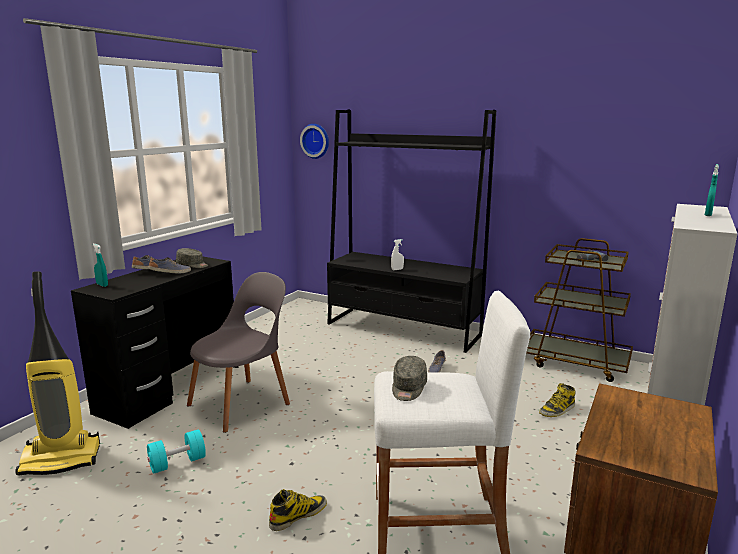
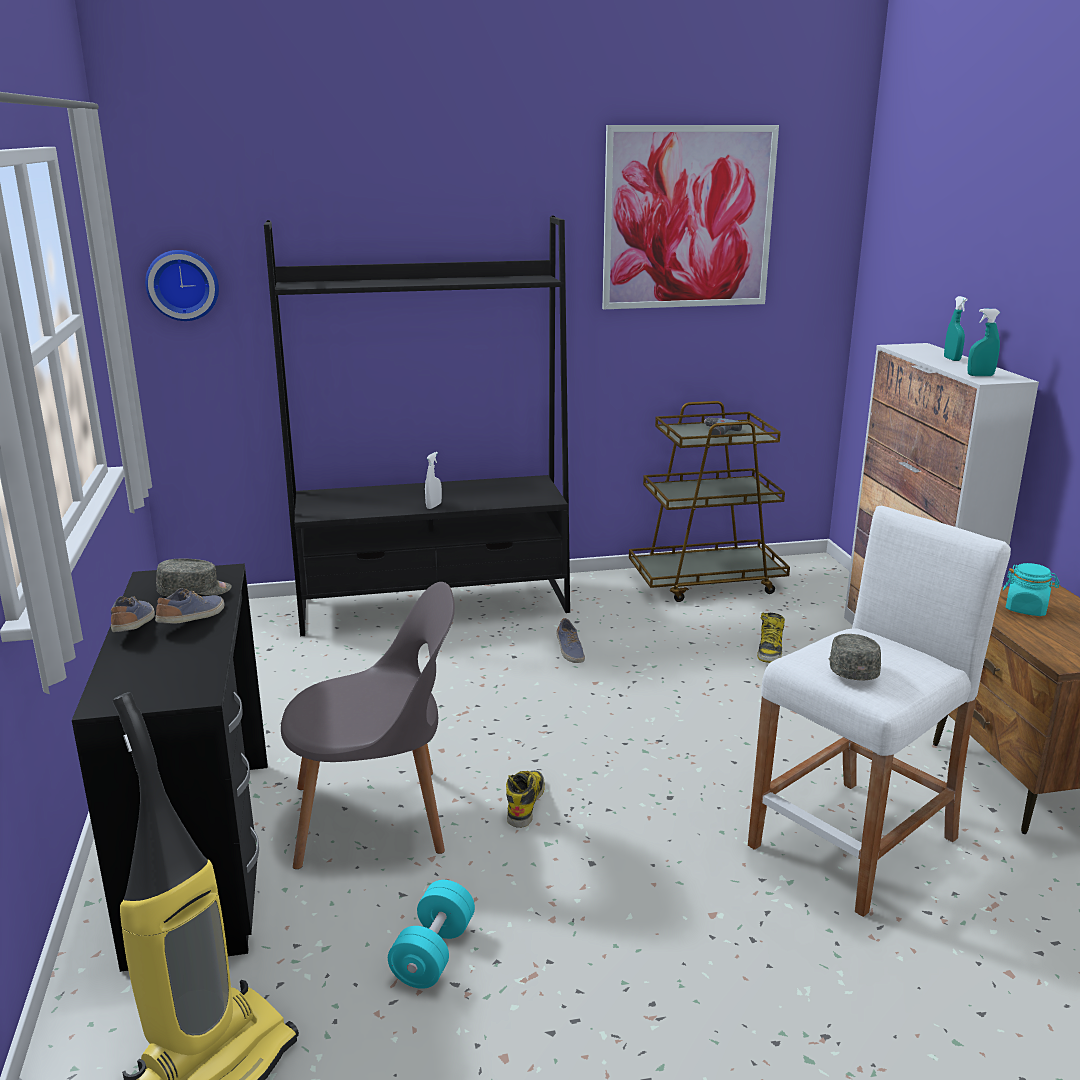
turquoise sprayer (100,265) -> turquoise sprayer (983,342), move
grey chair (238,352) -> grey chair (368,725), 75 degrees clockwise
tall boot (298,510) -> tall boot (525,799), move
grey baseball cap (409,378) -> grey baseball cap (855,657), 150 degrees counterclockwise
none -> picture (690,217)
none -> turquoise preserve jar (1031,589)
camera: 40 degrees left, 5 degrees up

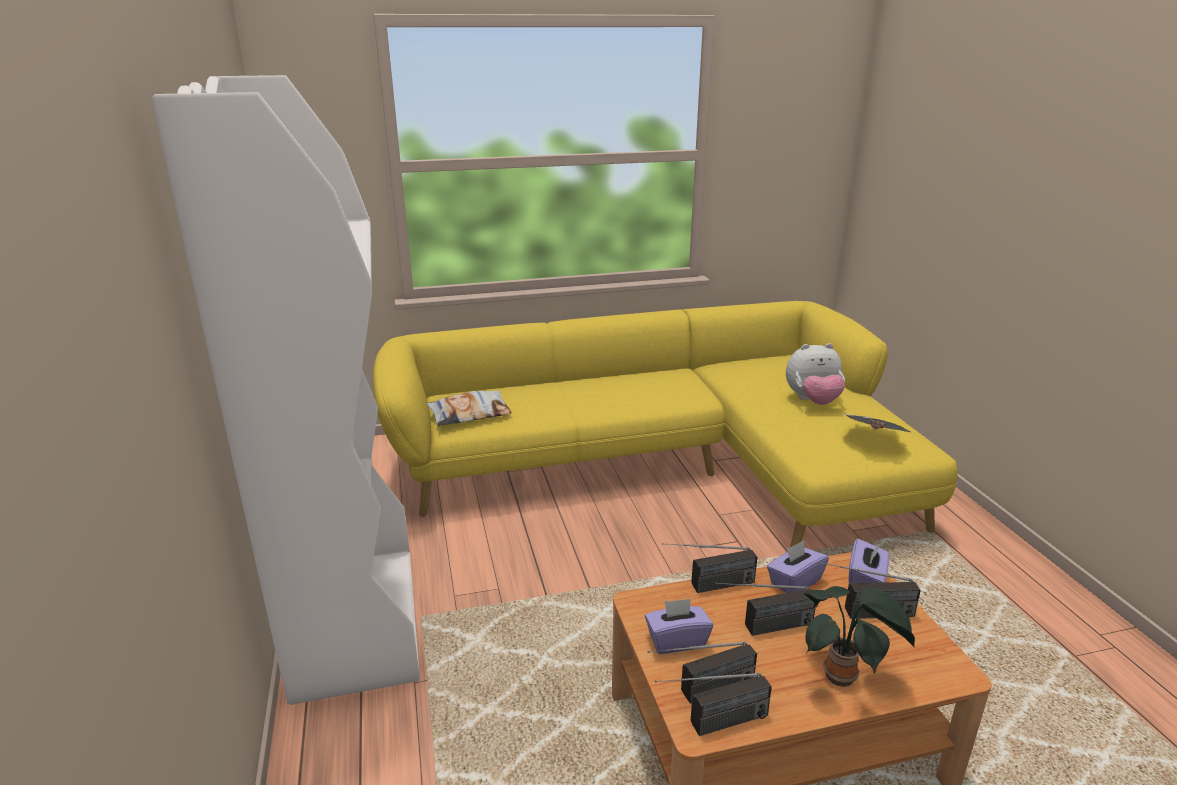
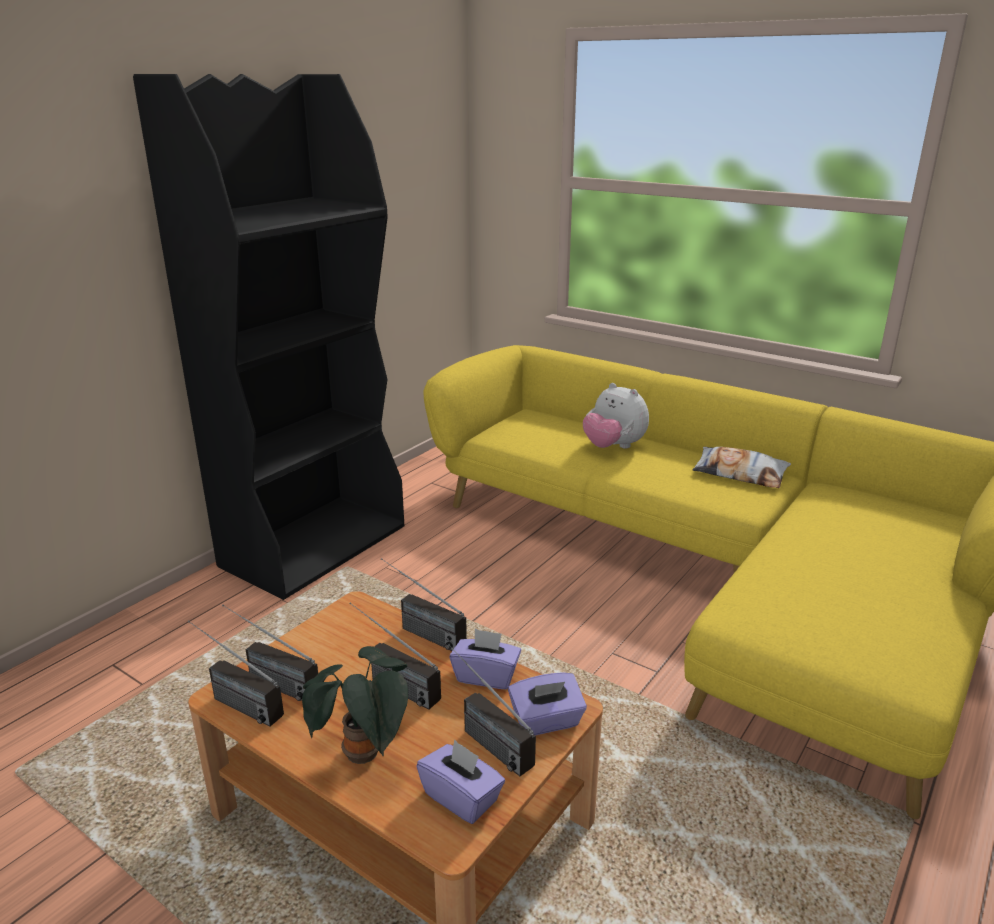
whitish bookcase (285,390) -> black bookcase (268,337)
pillow (469,408) -> pillow (741,467), move
purplish tissue box (679,626) -> purplish tissue box (460,781), move
plush toy (815,374) -> plush toy (616,416), move
printed paper (876,422) -> none
camera: 50 degrees right, 0 degrees up

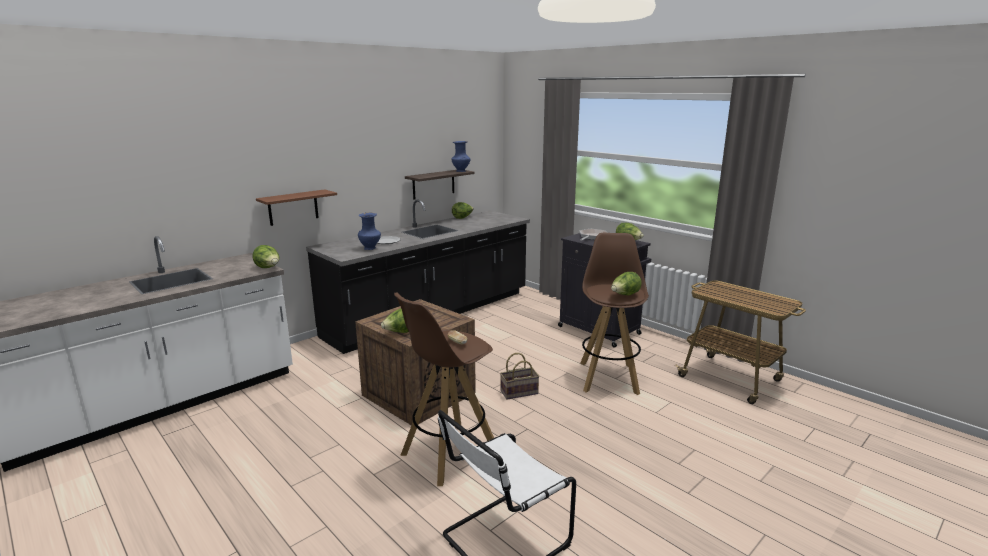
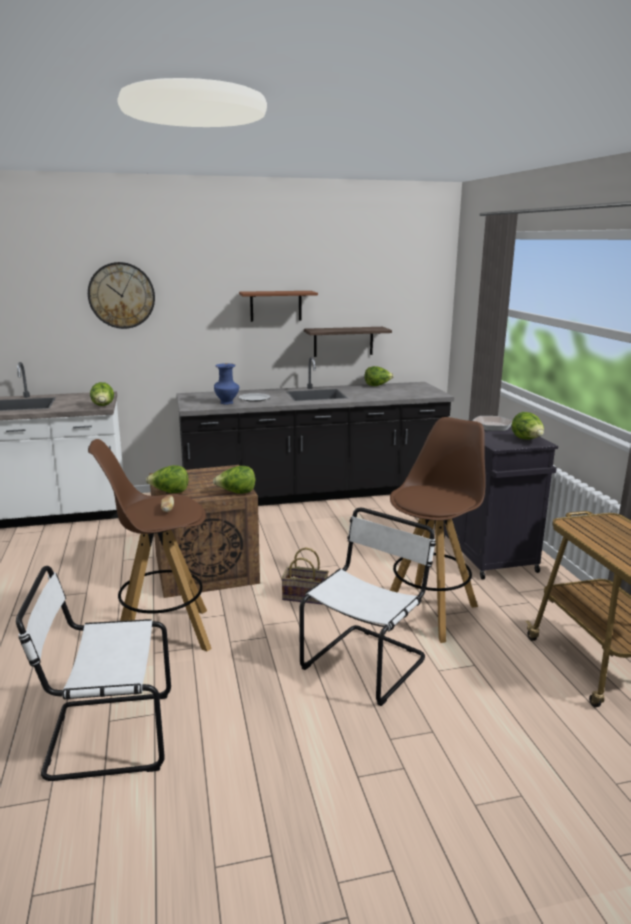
brown-coloured wall shelf (296,207) -> brown-coloured wall shelf (278,306), move
blue-coloured vase (460,156) -> none
head of lettuce (626,283) -> head of lettuce (234,480), move
none -> wall clock (121,295)
none -> whitish chair (367,607)
camera: 30 degrees right, 0 degrees up

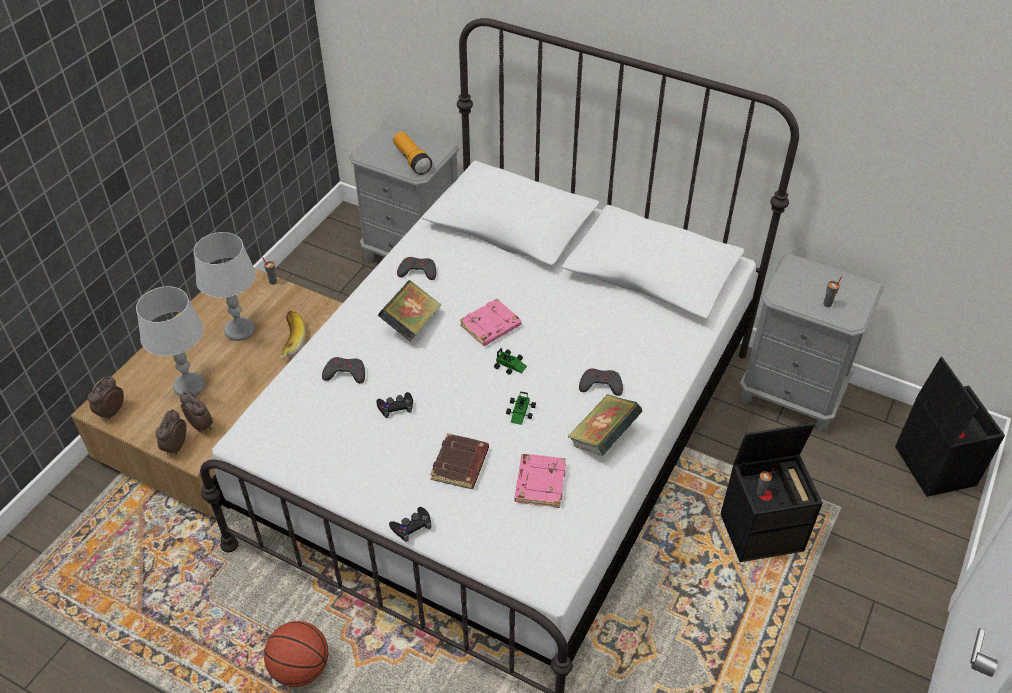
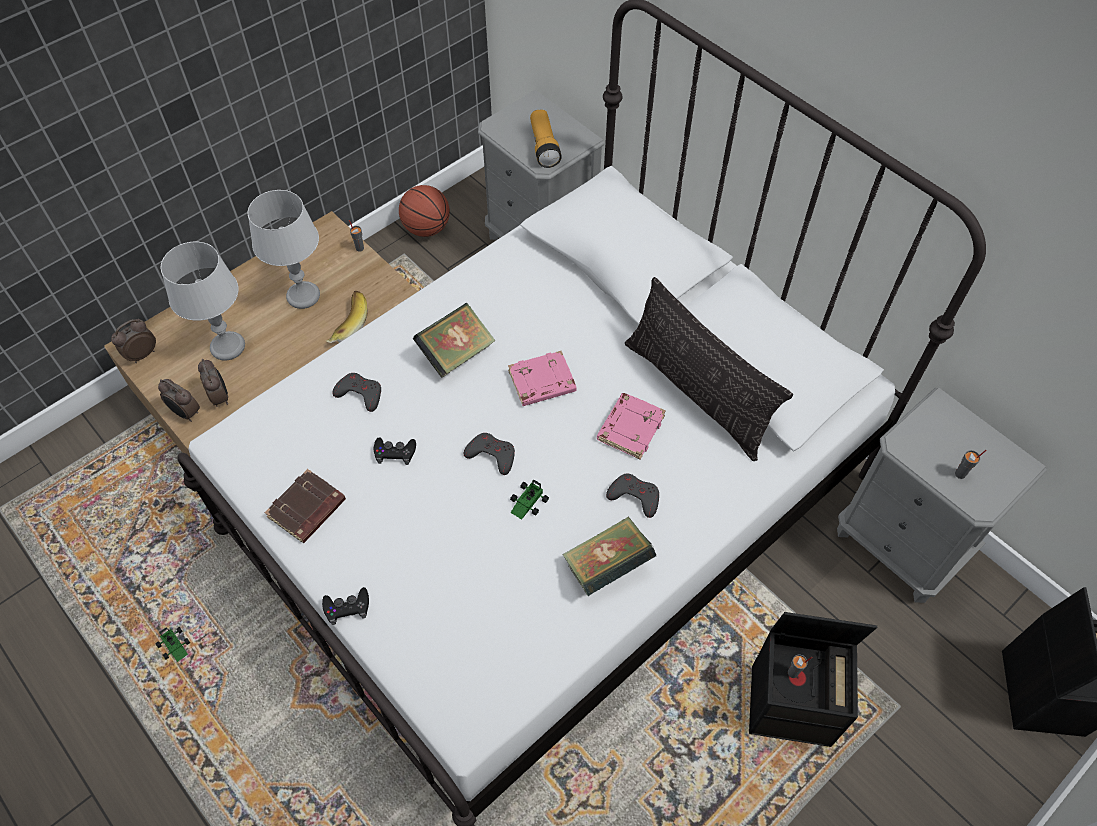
bedside clock (171,432) -> bedside clock (179,400), 90 degrees counterclockwise
basketball (296,654) -> basketball (424,211), move
grey joypad (416,268) -> grey joypad (489,454), move
brown-coloured volume (459,461) -> brown-coloured volume (305,506), move
miniature car (510,361) -> miniature car (172,644), move
pink volume (540,481) -> pink volume (631,426), move
none -> pillow (709,369)
camera: 20 degrees right, 10 degrees up

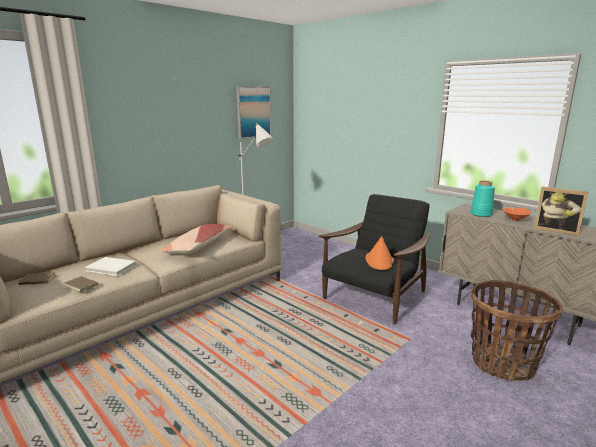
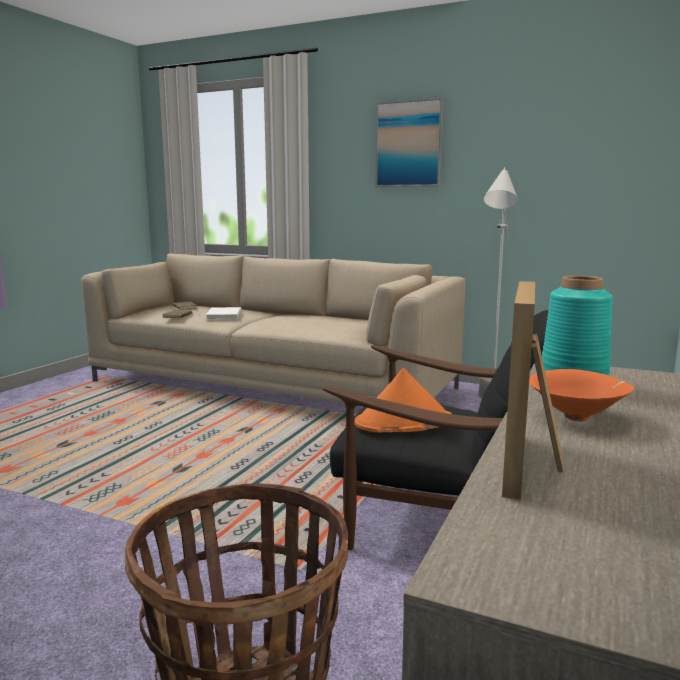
pillow (196,239) -> none
picture (253,112) -> picture (409,142), move
camera: 70 degrees right, 5 degrees down

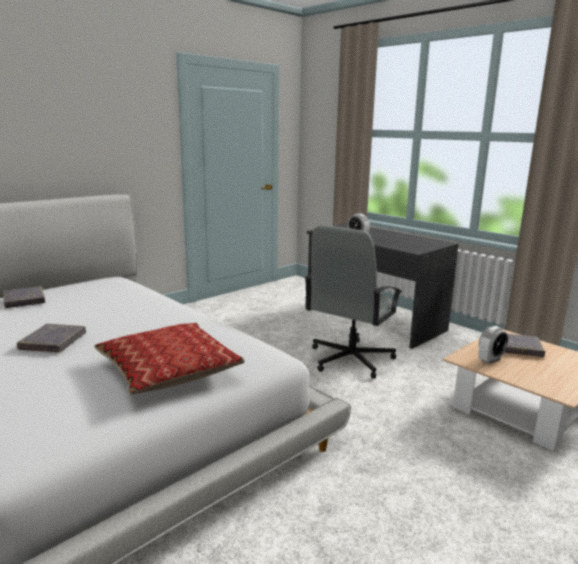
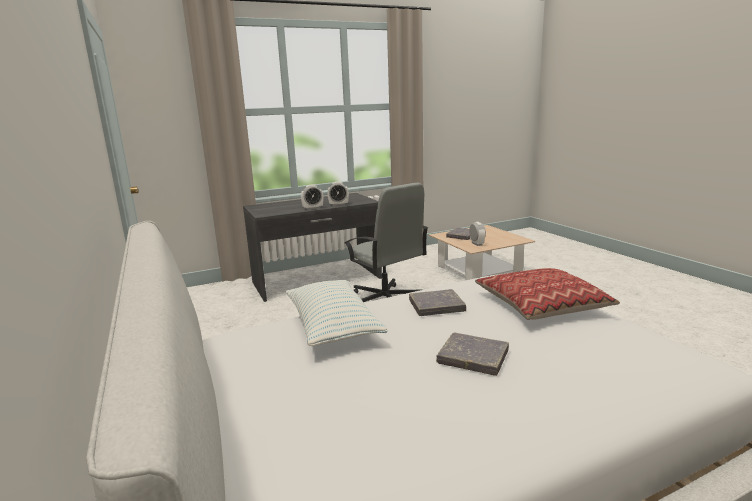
grey volume (24,297) -> grey volume (437,302), move
none -> pillow (337,313)
none -> bedside clock (338,194)
camera: 70 degrees left, 0 degrees up

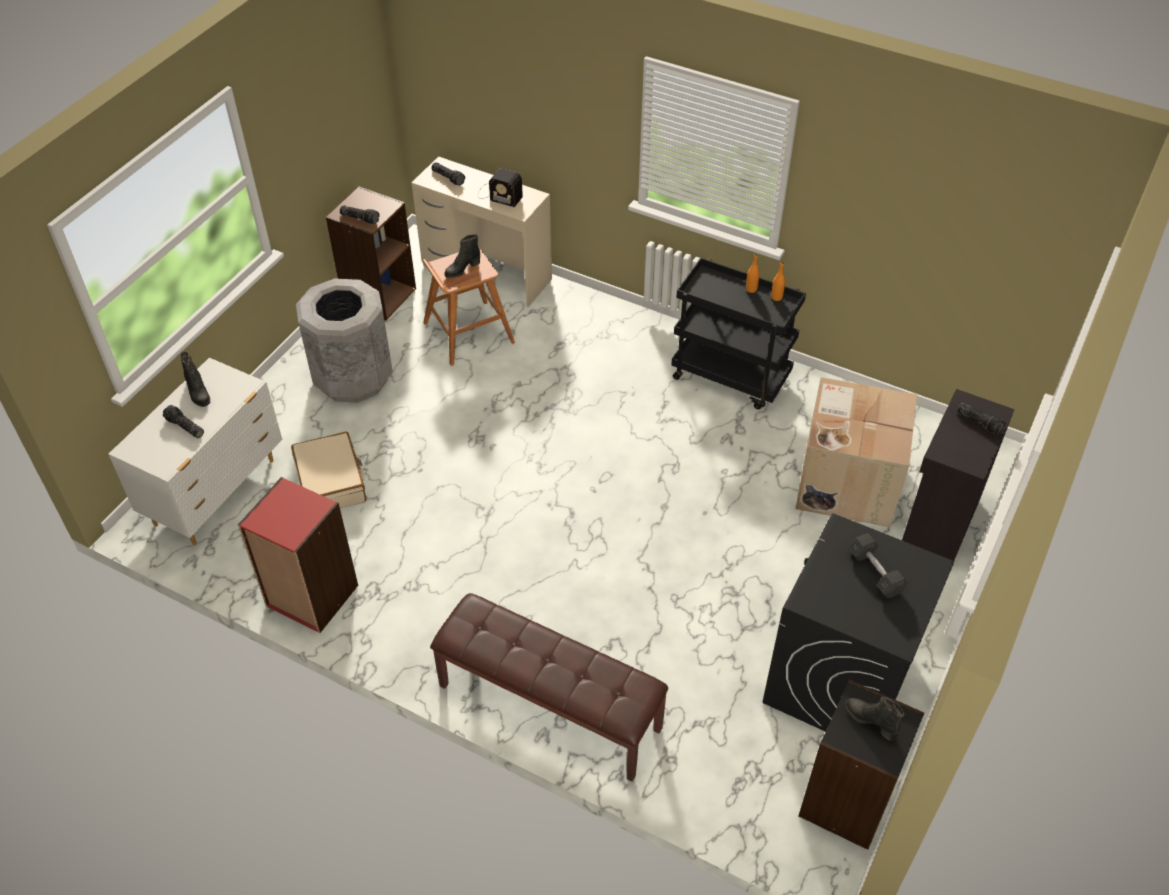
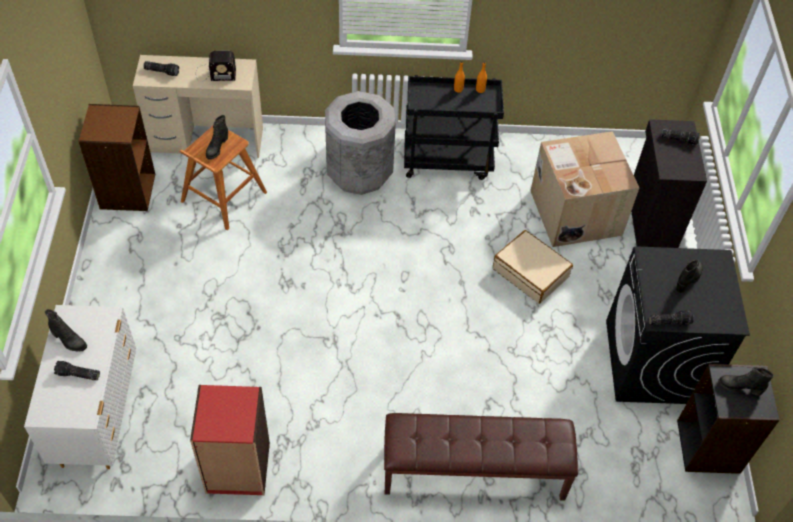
beige-coloured travel case (328,470) -> beige-coloured travel case (533,267), move
grey trash can (344,340) -> grey trash can (360,143), move
torch (360,215) -> torch (671,317), move
grey dumbbell (878,565) -> black tall boot (689,276)
camera: 30 degrees left, 5 degrees up

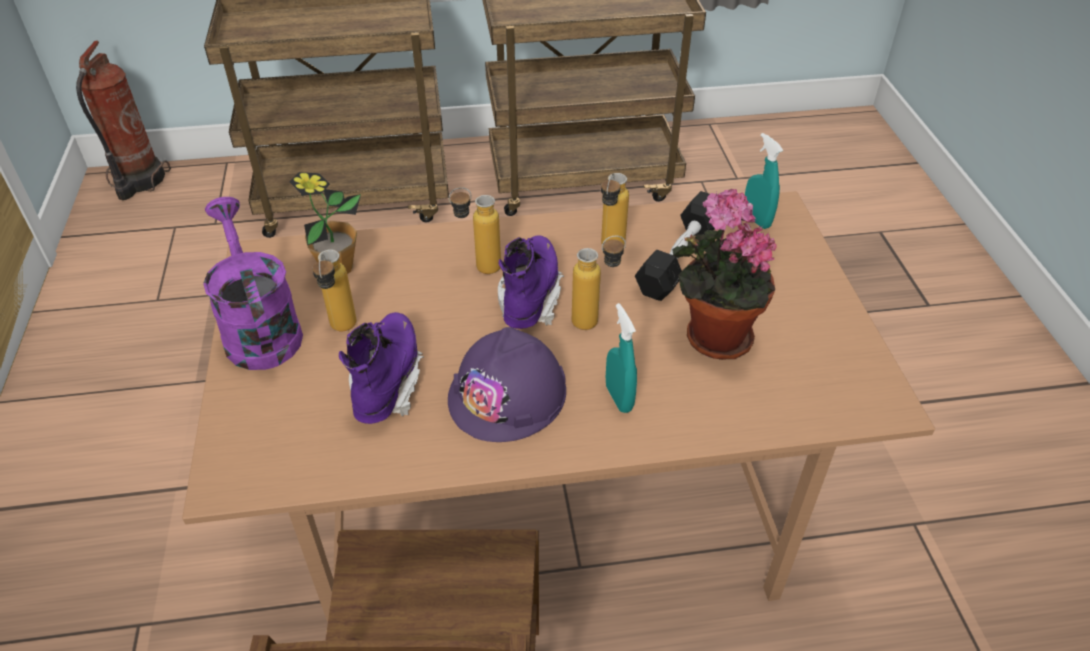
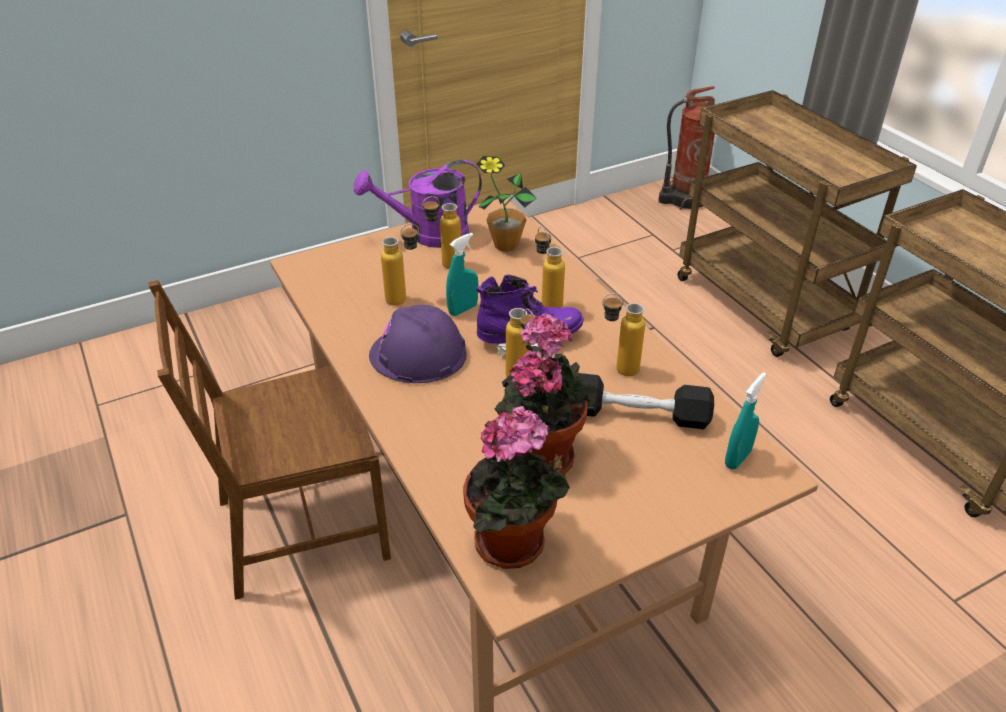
purplish watering pot (253,283) -> purplish watering pot (418,204), 150 degrees counterclockwise
purplish tall boot (381,368) -> bottle (400,265)
turquoise sprayer (621,358) -> turquoise sprayer (462,274), move
none -> potted plant (516,487)
camera: 70 degrees right, 5 degrees down

